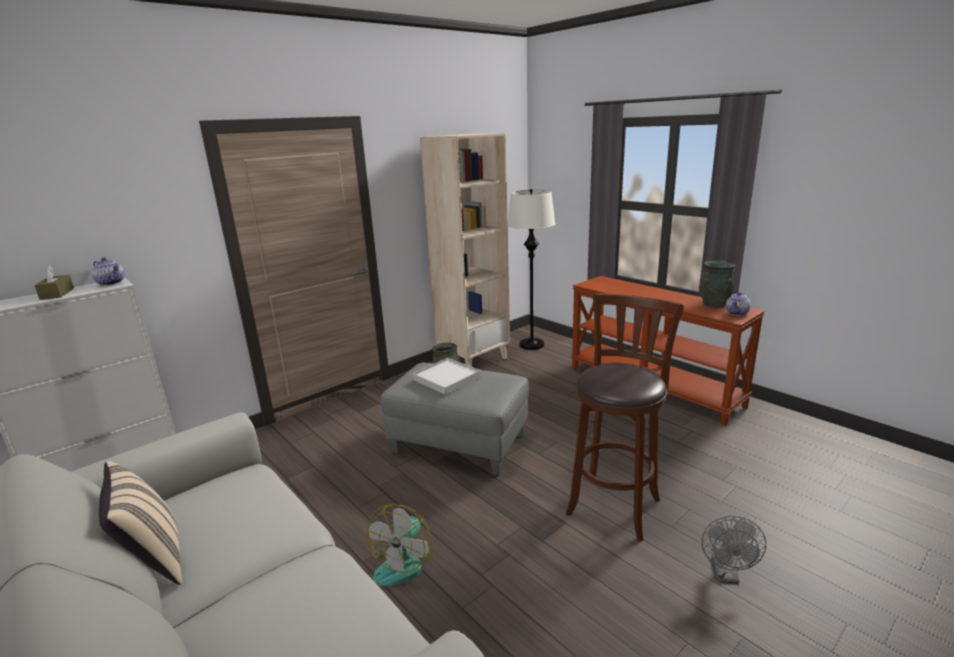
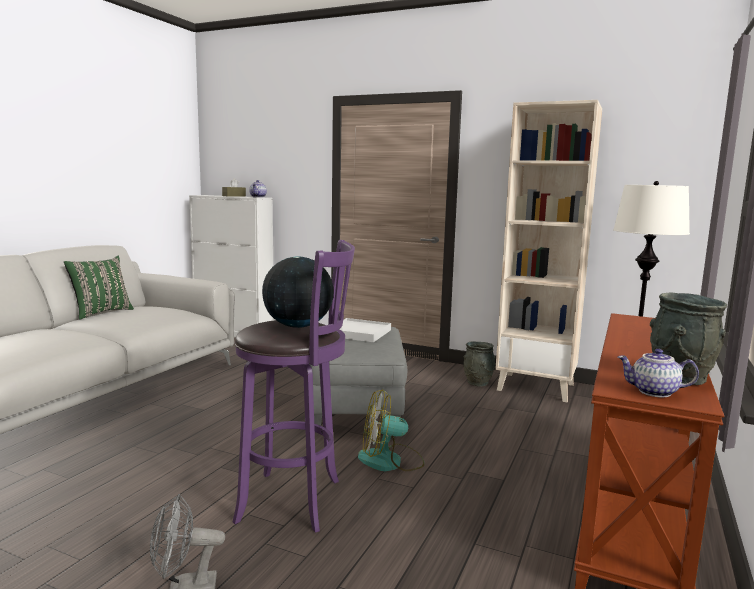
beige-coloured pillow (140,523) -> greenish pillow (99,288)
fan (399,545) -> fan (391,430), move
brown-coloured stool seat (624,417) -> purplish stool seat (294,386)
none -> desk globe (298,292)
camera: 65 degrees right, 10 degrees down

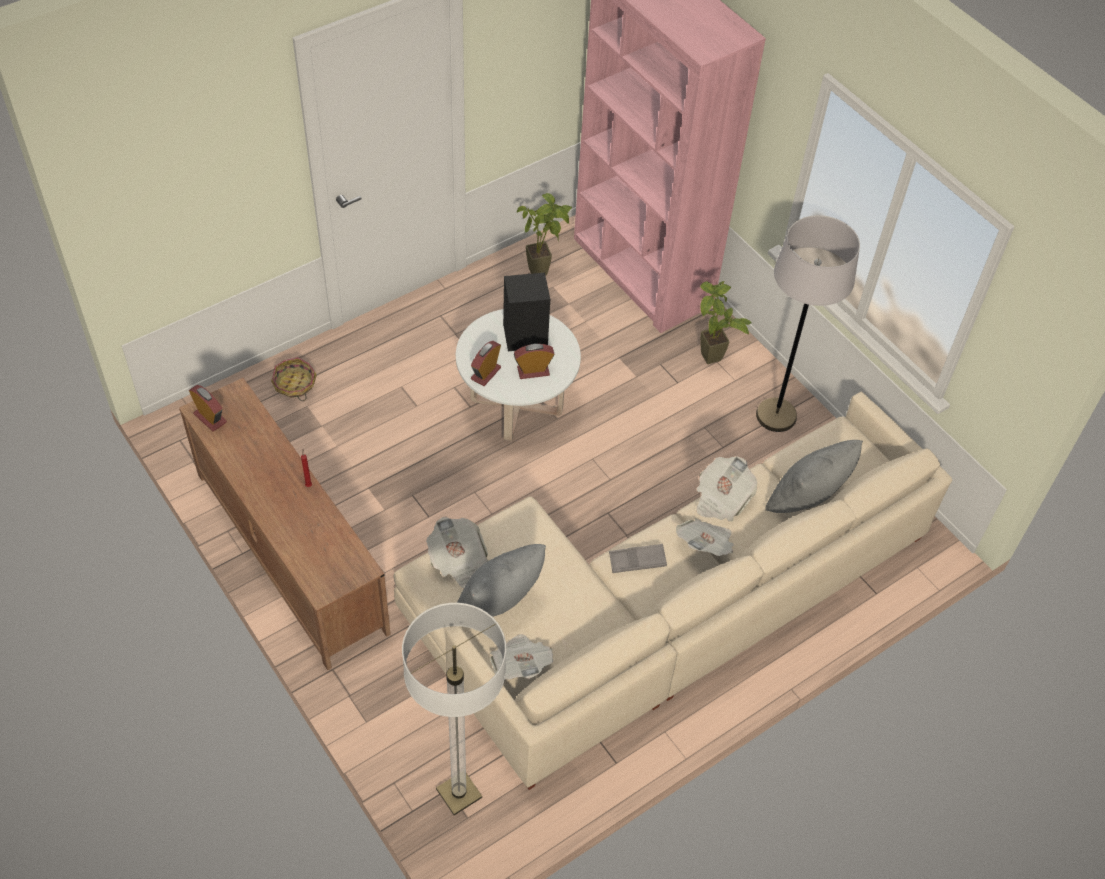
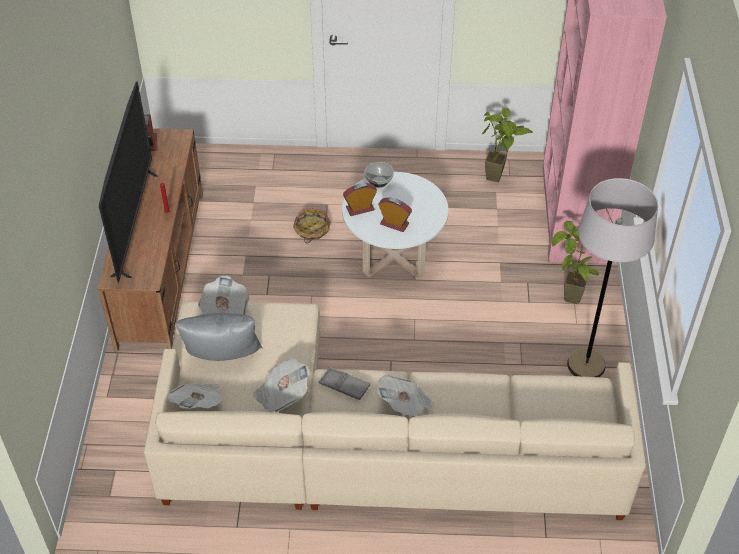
household basket (294,379) -> household basket (311,226), move
floor lamp (454,709) -> none
black speaker (526,312) -> none
printed paper (726,488) -> printed paper (281,385), move
grey pillow (814,476) -> none
none -> TV set (128,182)
none -> serving bowl (379,175)
camera: 40 degrees right, 5 degrees down

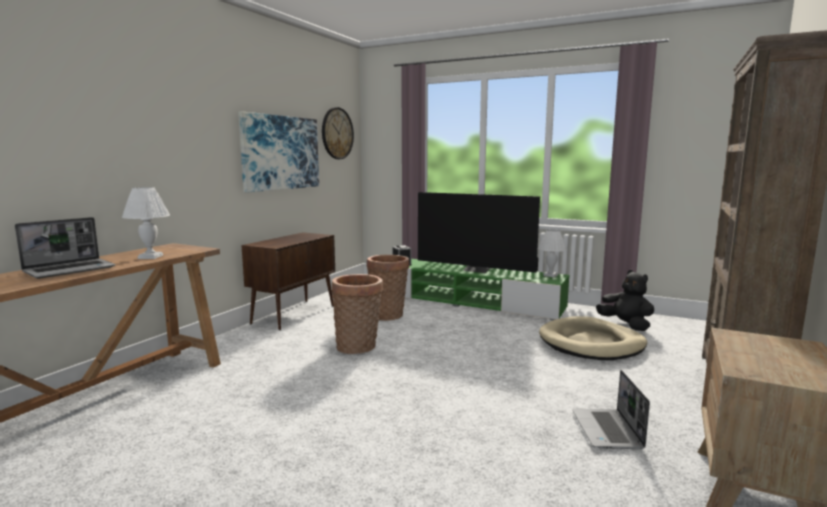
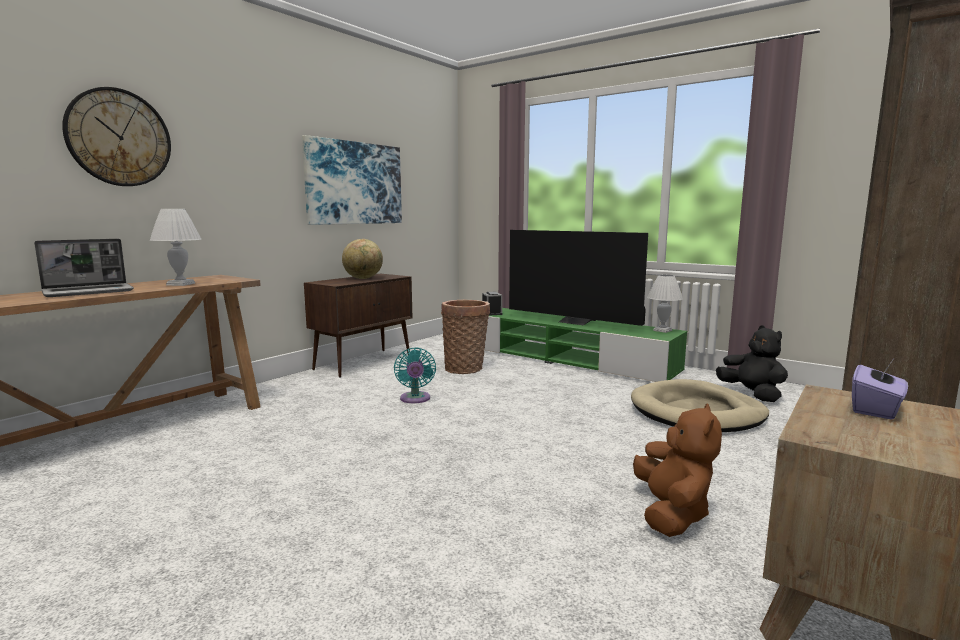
wall clock (338,133) -> wall clock (116,136), move
household basket (357,314) -> turquoise fan (415,375)
portable computer (611,409) -> brown-coloured plush toy (677,470)
none -> desk globe (362,259)
none -> purplish tissue box (880,389)
camera: 10 degrees right, 0 degrees up

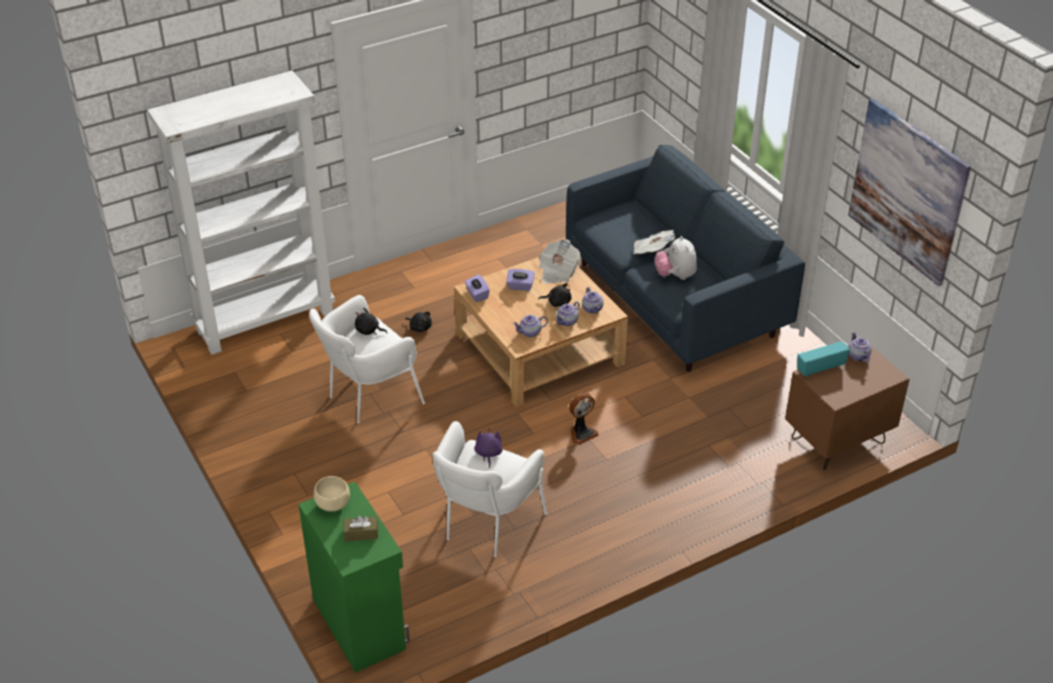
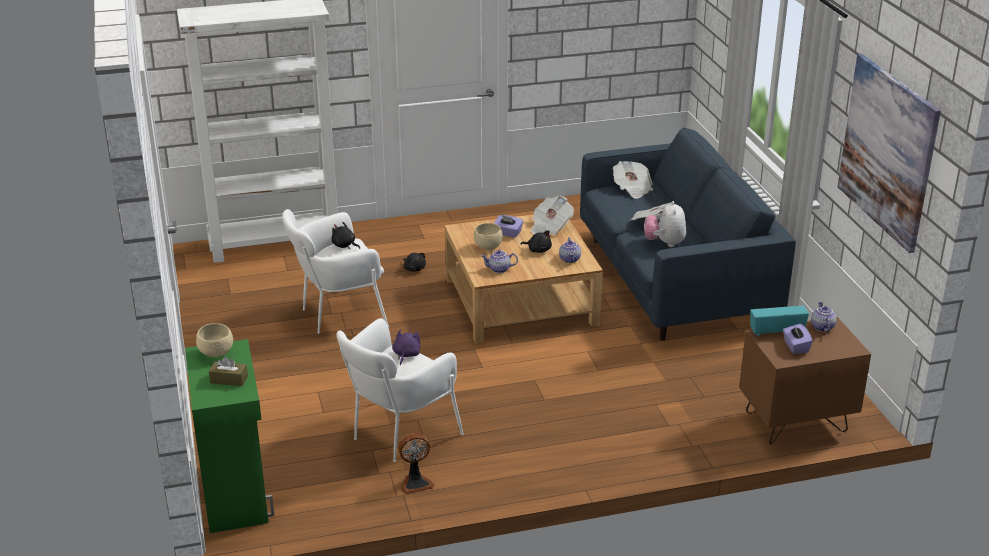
purplish tissue box (477,288) -> purplish tissue box (798,338), move
teapot (567,313) -> none
fan (584,419) -> fan (416,463), move
none -> beige-coloured serving bowl (488,236)
none -> printed paper (633,180)
camera: 15 degrees right, 10 degrees down

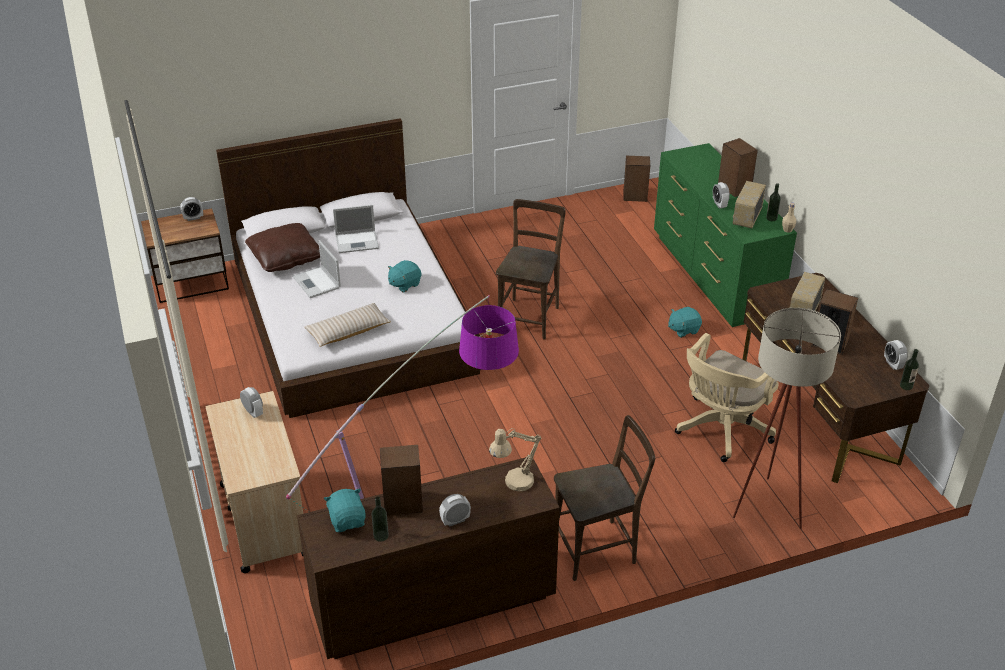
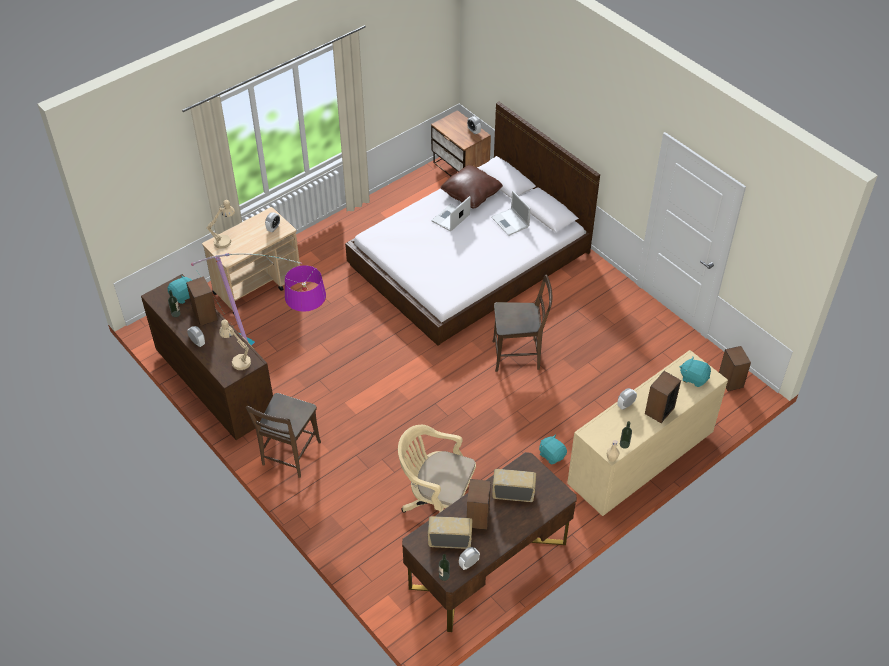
beige-coloured pillow (347,325) -> none
turquoise plush toy (404,276) -> turquoise plush toy (695,372), move
brown-coloured chair (604,498) -> brown-coloured chair (283,435), 60 degrees clockwise
greenish drawer chest (725,235) -> beige-coloured drawer chest (647,433)
radio (749,204) -> radio (450,532), move
beige-coloured floor lamp (787,418) -> none
none -> beige-coloured tabletop lamp (221,224)
camera: 70 degrees right, 10 degrees up

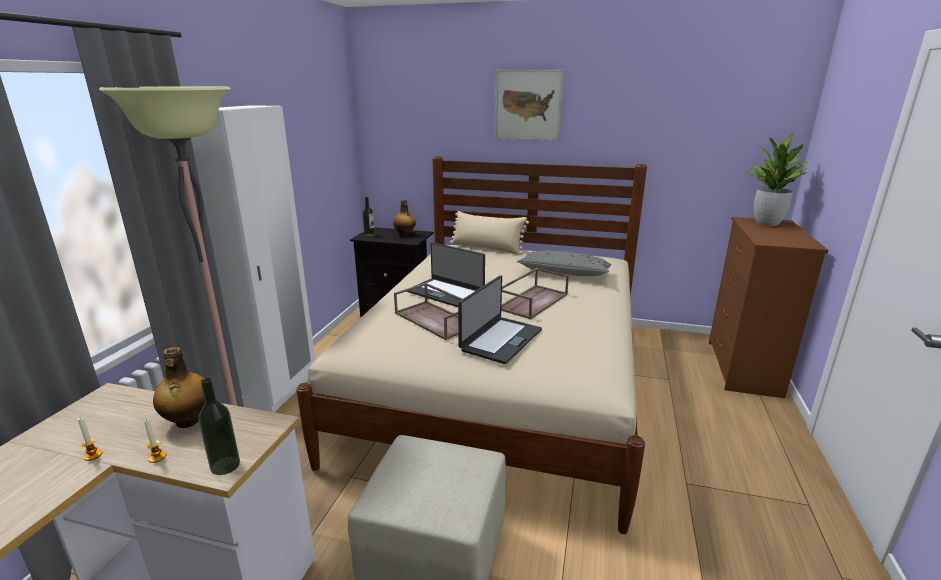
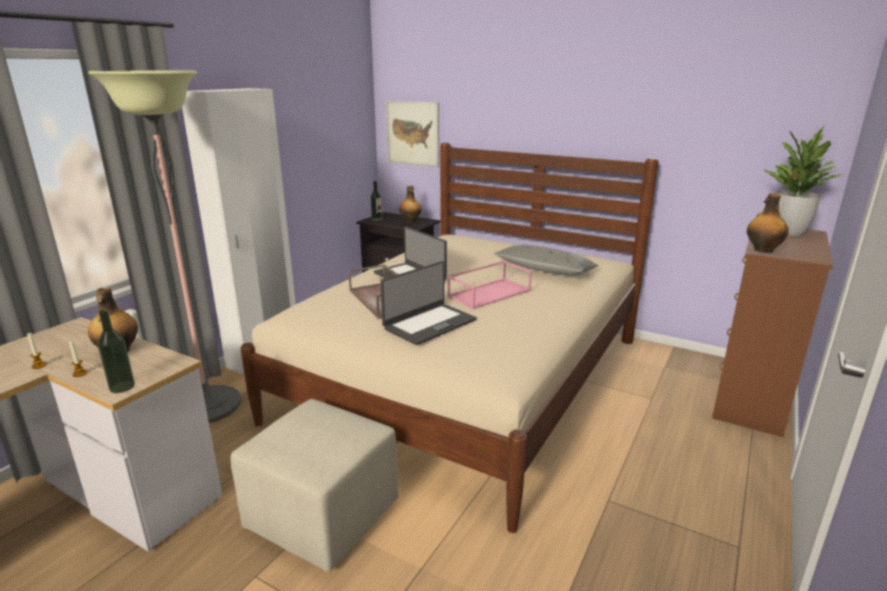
beige-coloured pillow (489,233) -> none
picture (529,105) -> picture (412,134), move
brown-coloured carrying tray (535,293) -> pink carrying tray (489,285)
none -> bottle (768,223)
camera: 15 degrees right, 0 degrees up

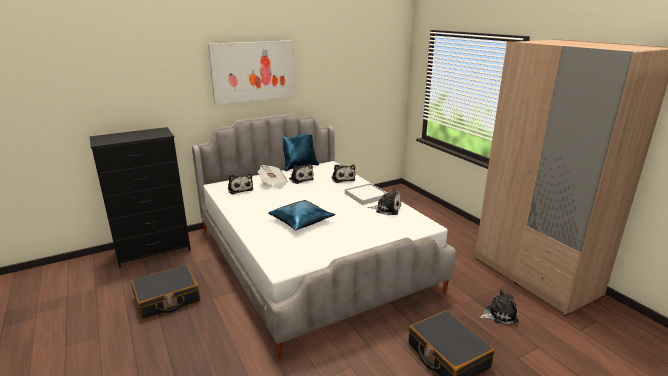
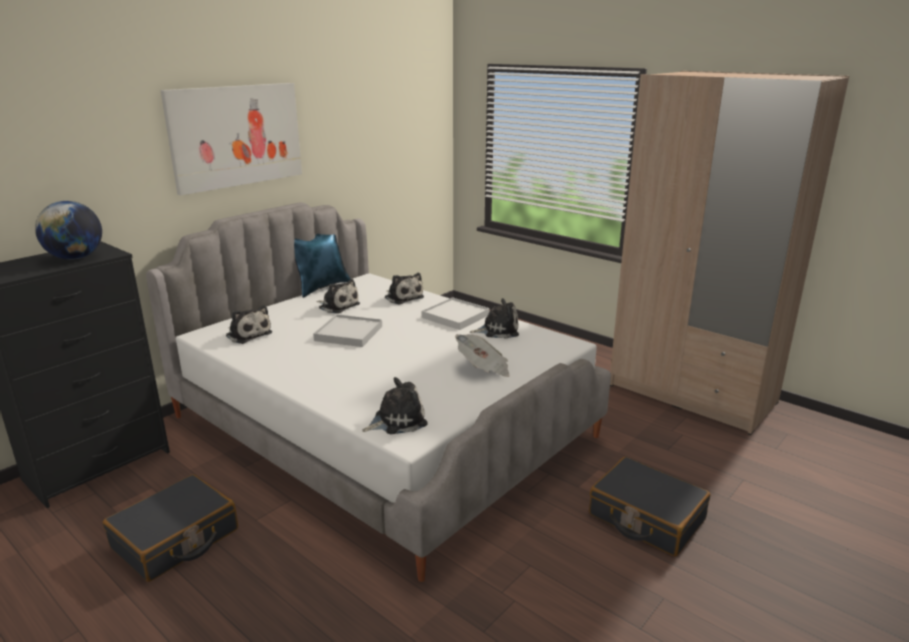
printed paper (273,177) -> printed paper (482,355), move
blue-coloured pillow (301,215) -> none
plush toy (499,306) -> plush toy (395,405), move
none -> desk globe (68,230)
none -> whitish carrying tray (347,330)
camera: 20 degrees left, 0 degrees up

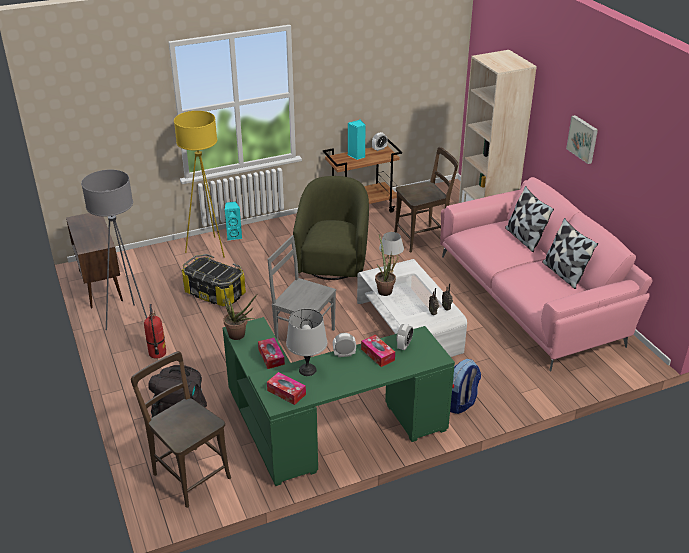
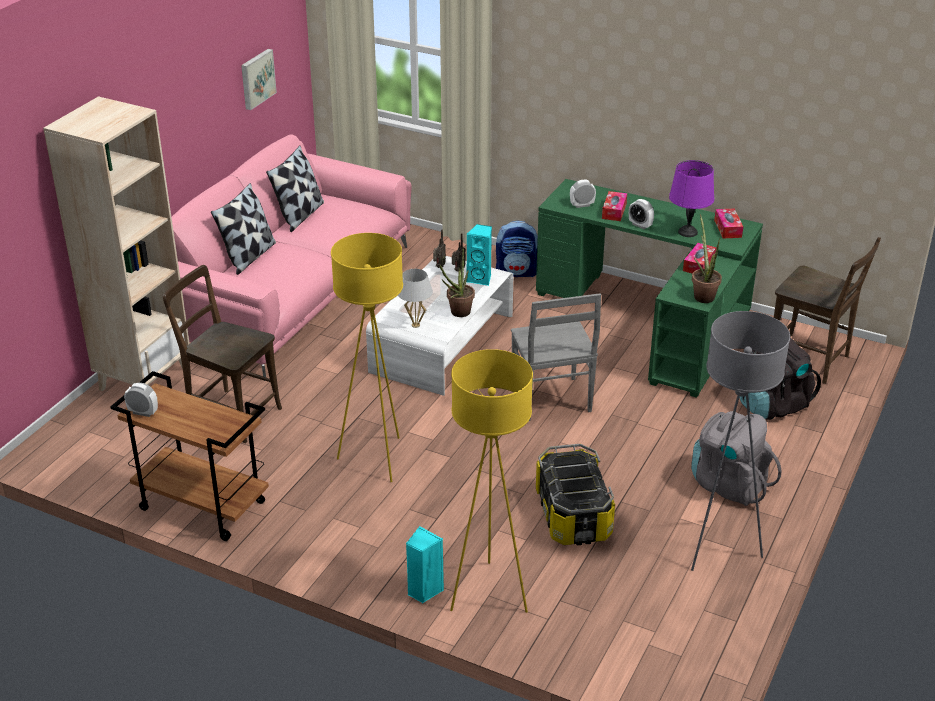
brown-coloured cabinet (94,261) -> none
brown-coloured chair (181,429) -> brown-coloured chair (827,310), 60 degrees counterclockwise
fire extinguisher (155,331) -> grey backpack (736,458)
grey tabletop lamp (306,342) -> purplish tabletop lamp (691,198)
greenish armchair (331,228) -> yellow-coloured floor lamp (367,357)
turquoise speaker (357,140) -> turquoise speaker (479,255), move
picture (582,139) -> picture (259,79), move
camera: 130 degrees left, 0 degrees up

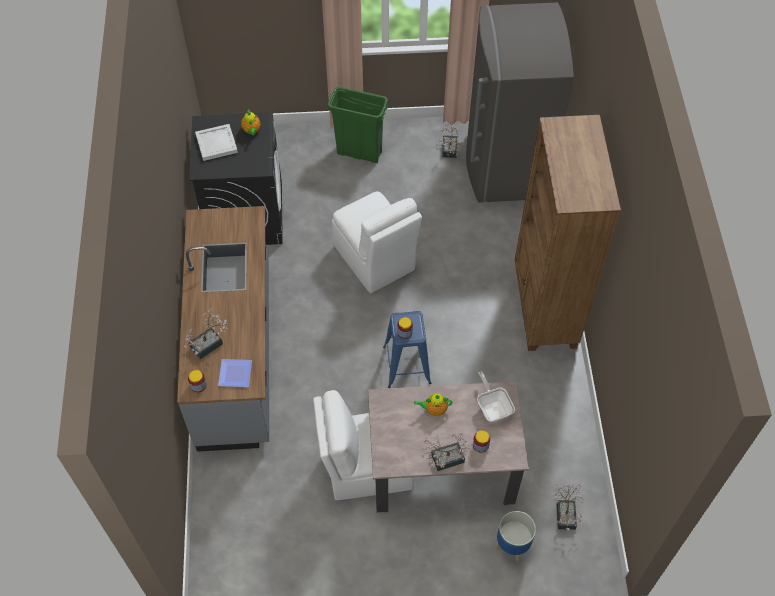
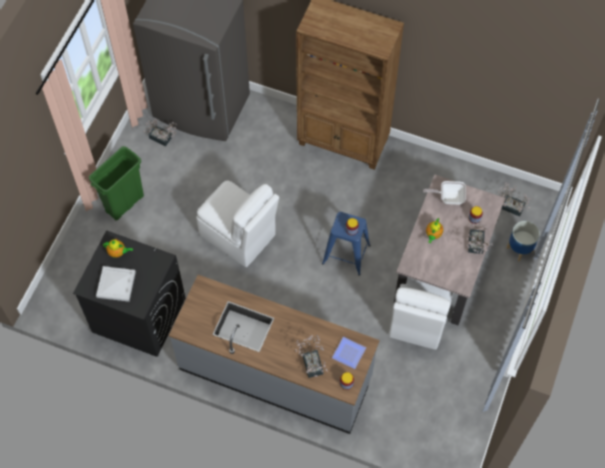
whitish chair (377,242) -> whitish chair (237,223), 45 degrees clockwise
camera: 65 degrees left, 5 degrees up

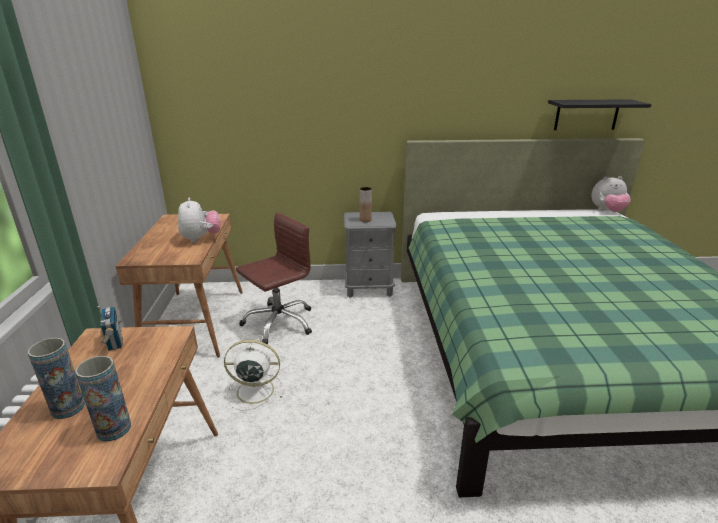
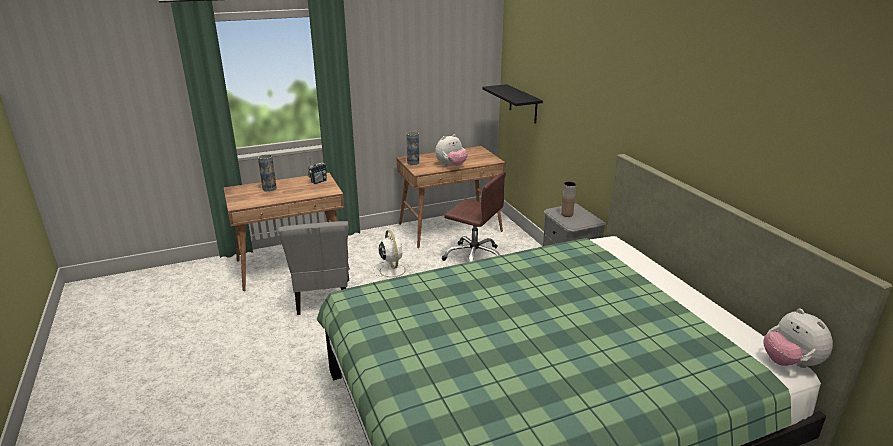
vase (103,399) -> vase (412,148), move
black wall shelf (600,114) -> black wall shelf (512,103), move
none -> grey chair (313,268)
camera: 70 degrees right, 0 degrees up

